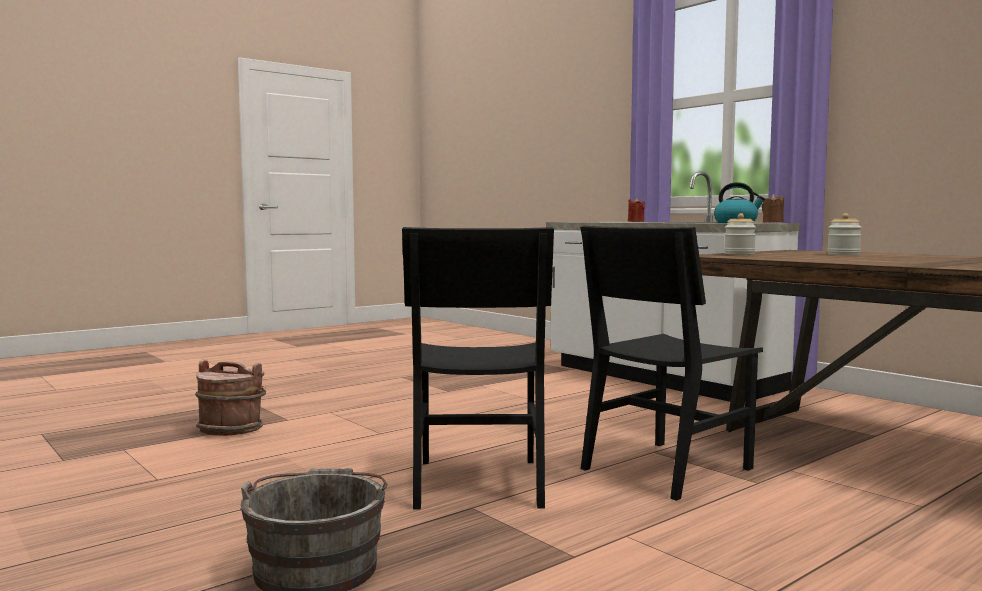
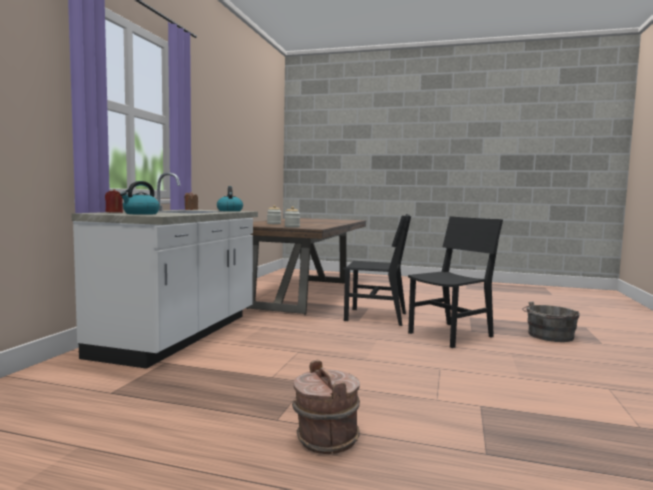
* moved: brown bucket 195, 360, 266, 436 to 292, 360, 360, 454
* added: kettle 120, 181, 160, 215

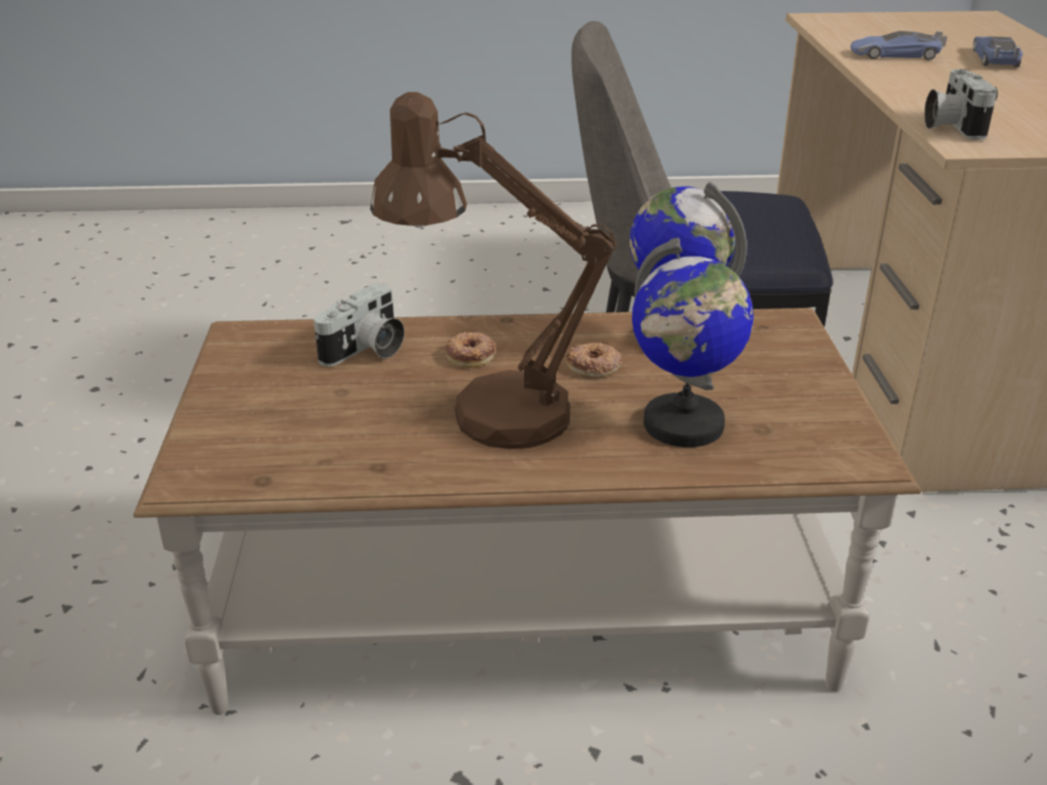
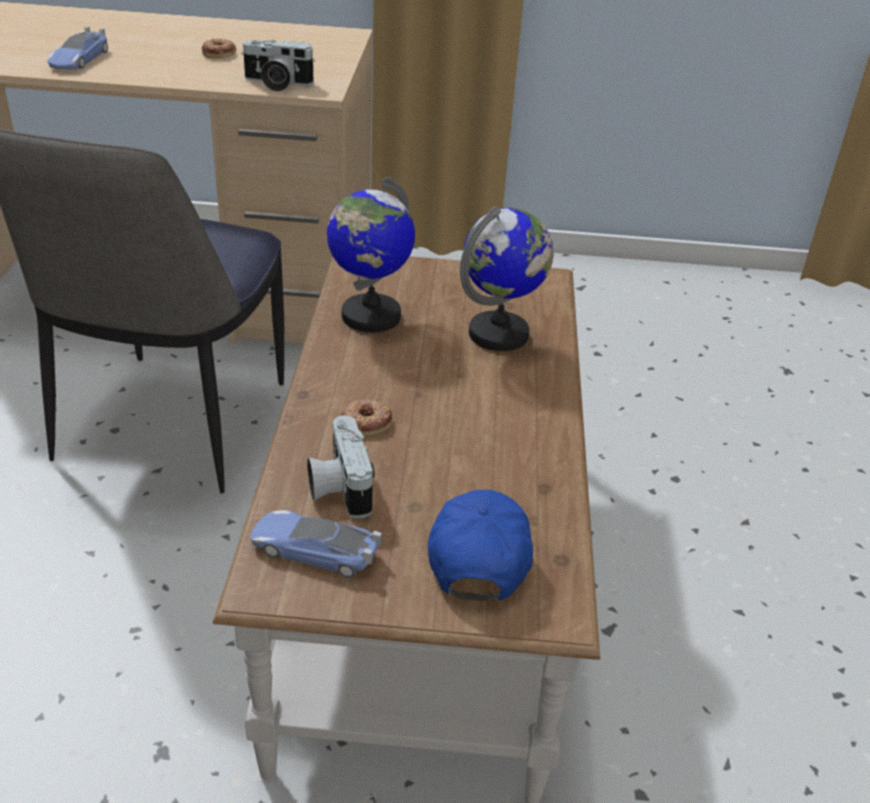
* turned: photo camera 314, 283, 404, 366 = 307, 415, 375, 518 150 degrees counterclockwise
* removed: brown table lamp 370, 92, 617, 449
* moved: donut 567, 342, 622, 377 to 202, 38, 236, 58
* moved: toy car 973, 36, 1023, 67 to 250, 510, 382, 578
* added: blue cap 428, 490, 533, 601

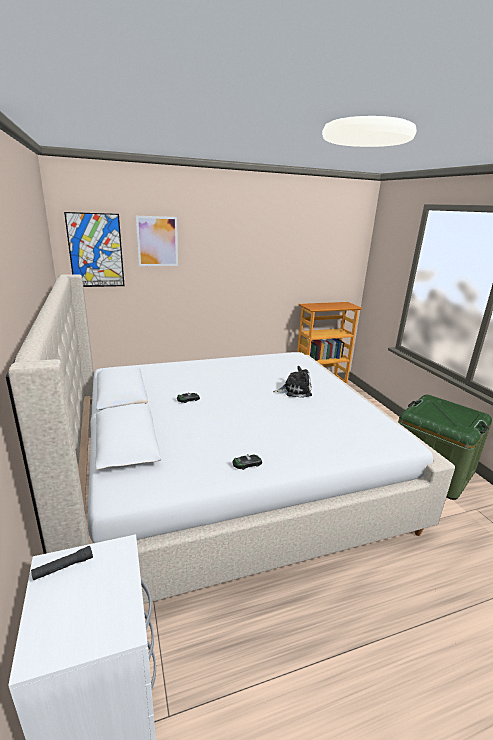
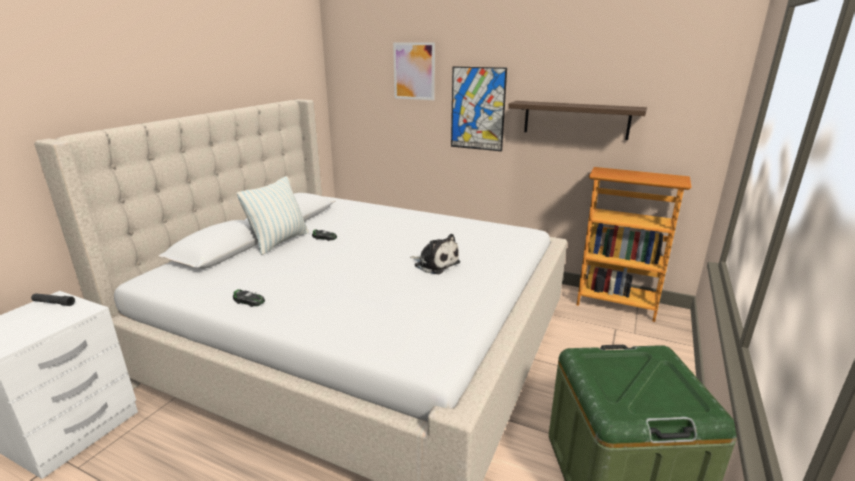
* moved: picture 64, 212, 125, 287 to 451, 66, 507, 151
* added: pillow 237, 176, 309, 255
* added: shelf 508, 101, 647, 140

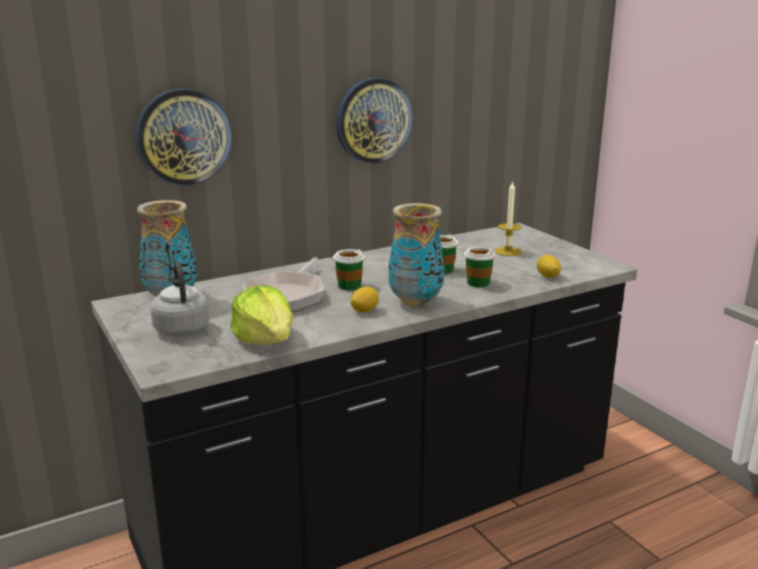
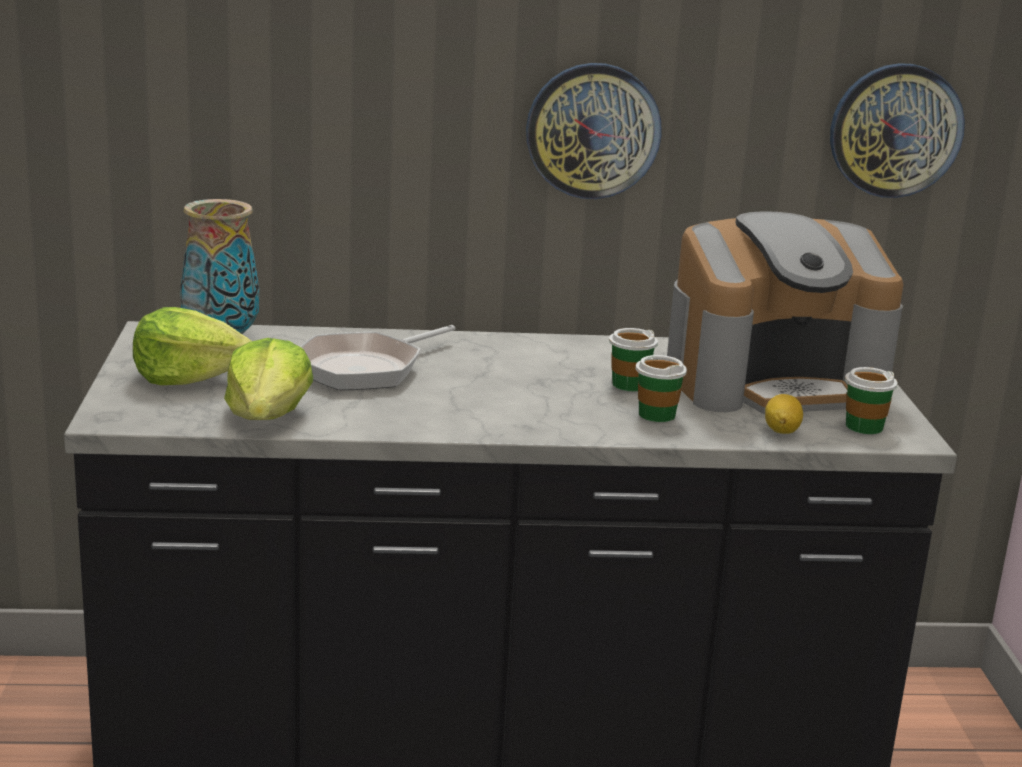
* moved: wall clock 135, 88, 232, 186 to 830, 63, 965, 198
* replaced: grey kettle 150, 262, 209, 336 to lettuce 133, 307, 252, 385
* moved: cup 333, 249, 365, 290 to 845, 367, 898, 434
* removed: lemon 350, 287, 379, 313
* removed: vase 389, 203, 444, 307
* replaced: candle 494, 181, 522, 256 to coffee machine 667, 211, 904, 414

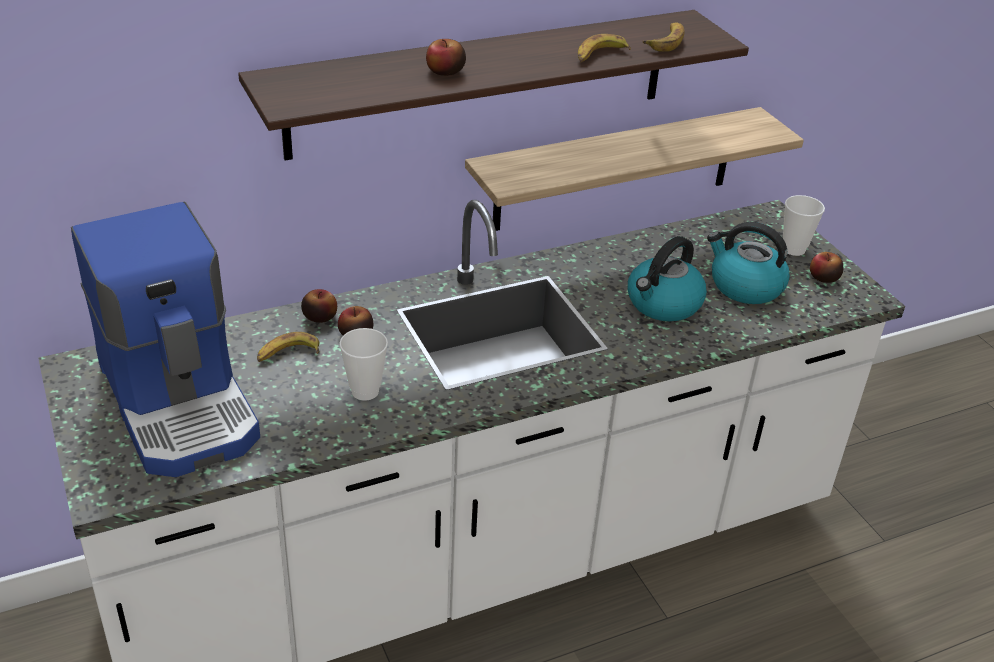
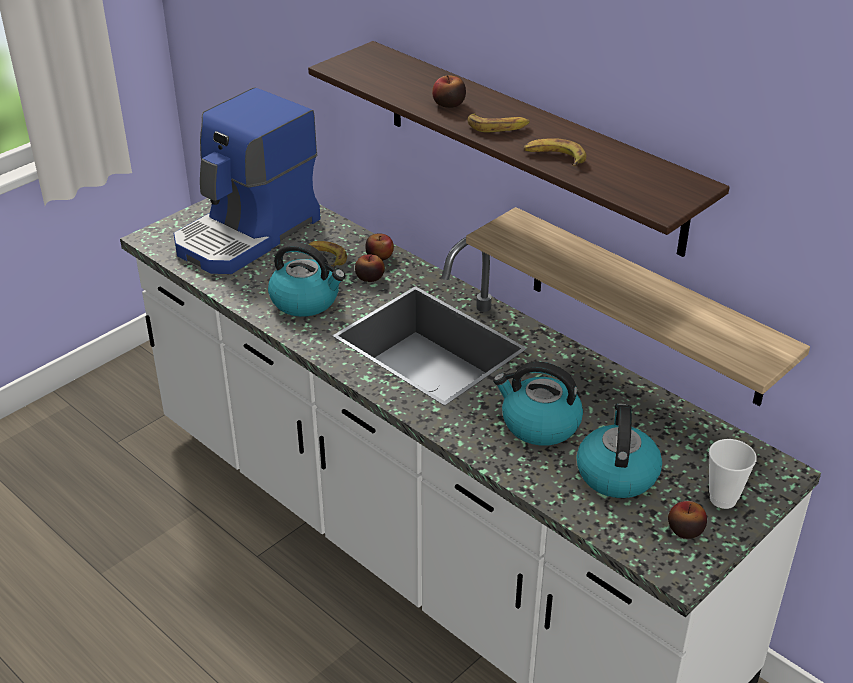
* replaced: cup 339, 328, 388, 401 to kettle 268, 242, 345, 317
* moved: banana 643, 23, 685, 52 to 467, 113, 530, 132

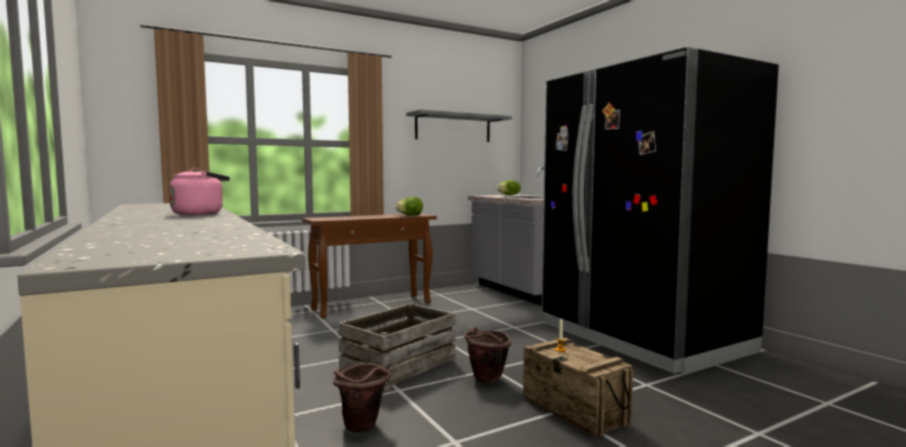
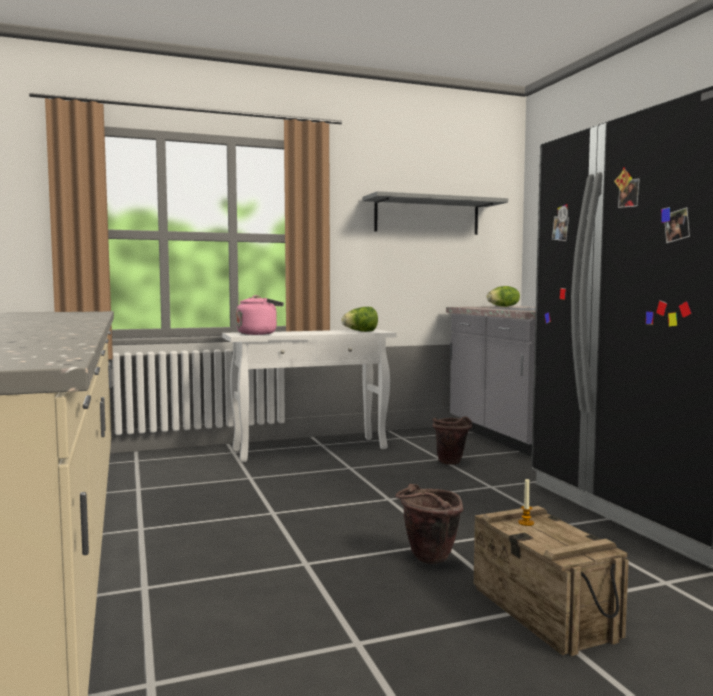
* moved: pink kettle 169, 168, 230, 215 to 236, 295, 284, 335
* recoloured: brown console table 302, 213, 437, 318 to white console table 222, 329, 396, 462
* moved: brown bucket 333, 363, 391, 433 to 432, 417, 472, 465
* removed: crate 338, 303, 456, 392

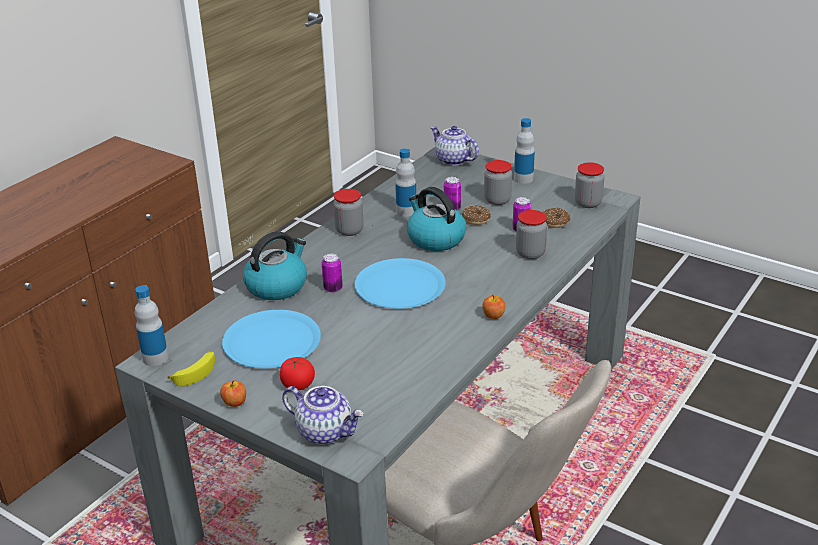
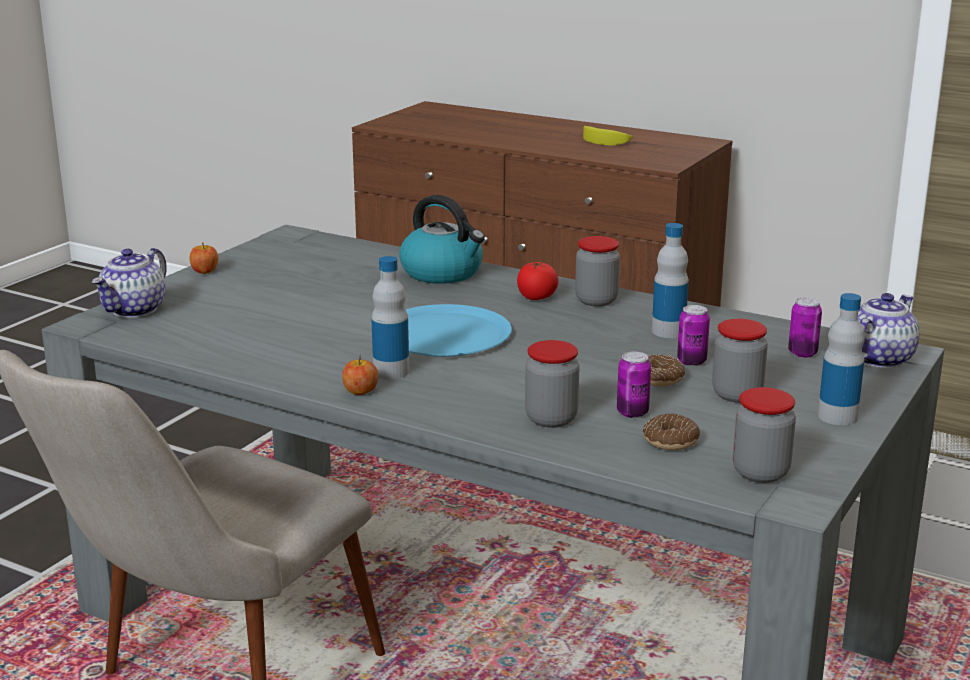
* moved: bottle 135, 285, 168, 366 to 371, 256, 409, 379
* moved: banana 167, 351, 215, 386 to 583, 126, 633, 145
* removed: blue plate 222, 310, 321, 368
* moved: tomato 280, 357, 315, 390 to 517, 261, 559, 300
* moved: can 321, 254, 343, 292 to 788, 297, 822, 358
* removed: kettle 407, 187, 466, 251

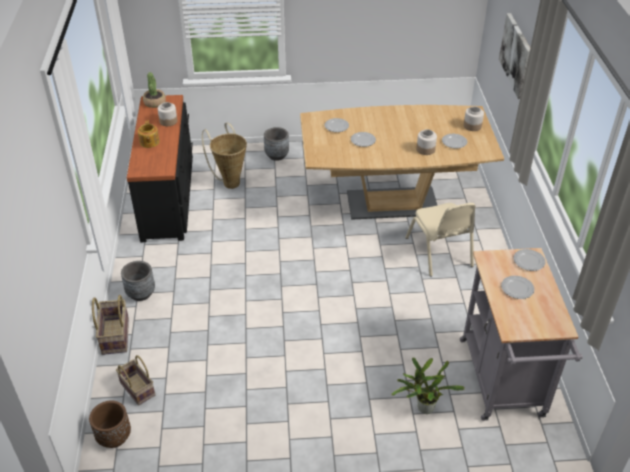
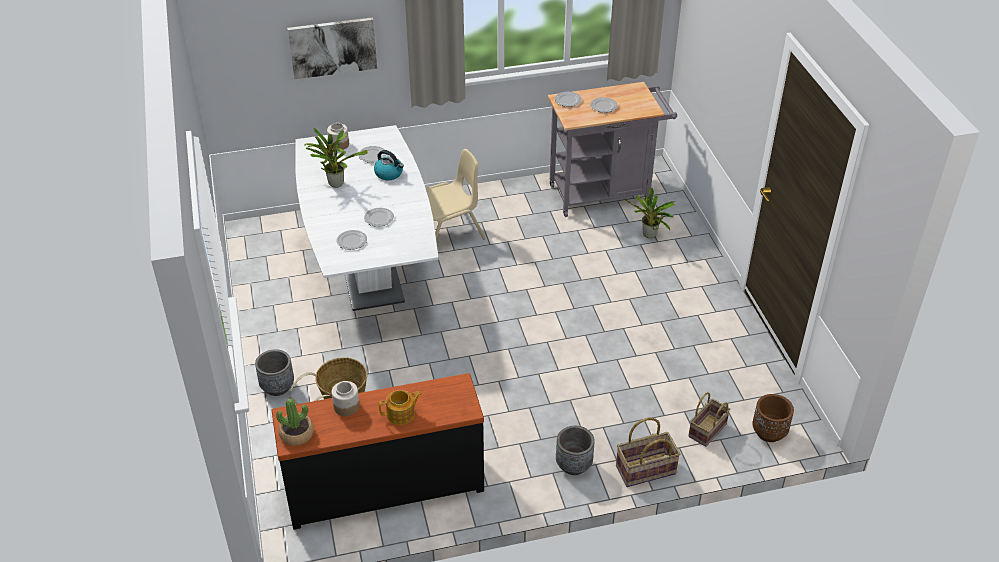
* recoloured: brown dining table 300, 105, 504, 220 to white dining table 295, 125, 439, 311
* replaced: jar 416, 129, 437, 155 to kettle 374, 150, 404, 180
* added: potted plant 304, 128, 368, 188

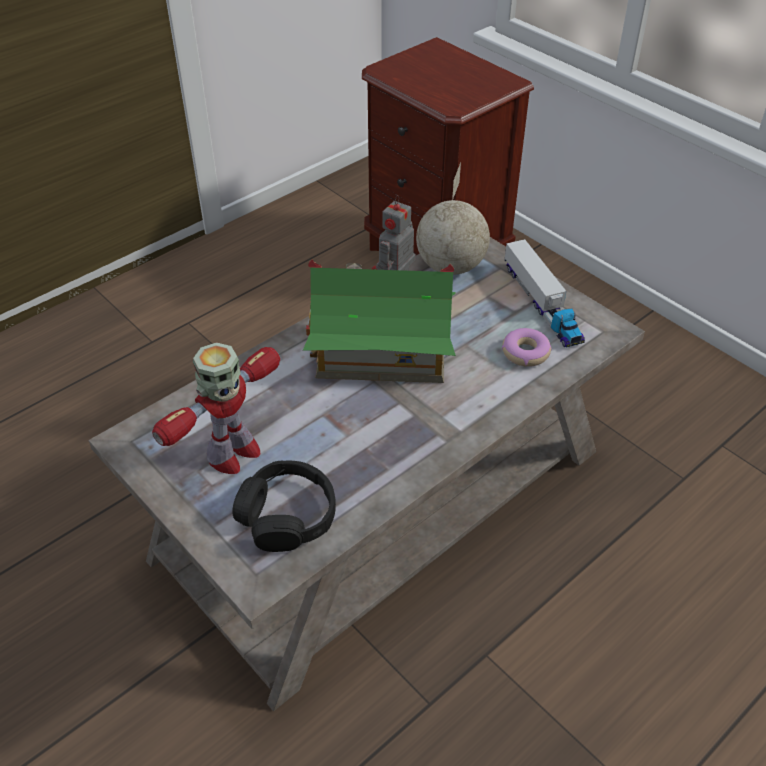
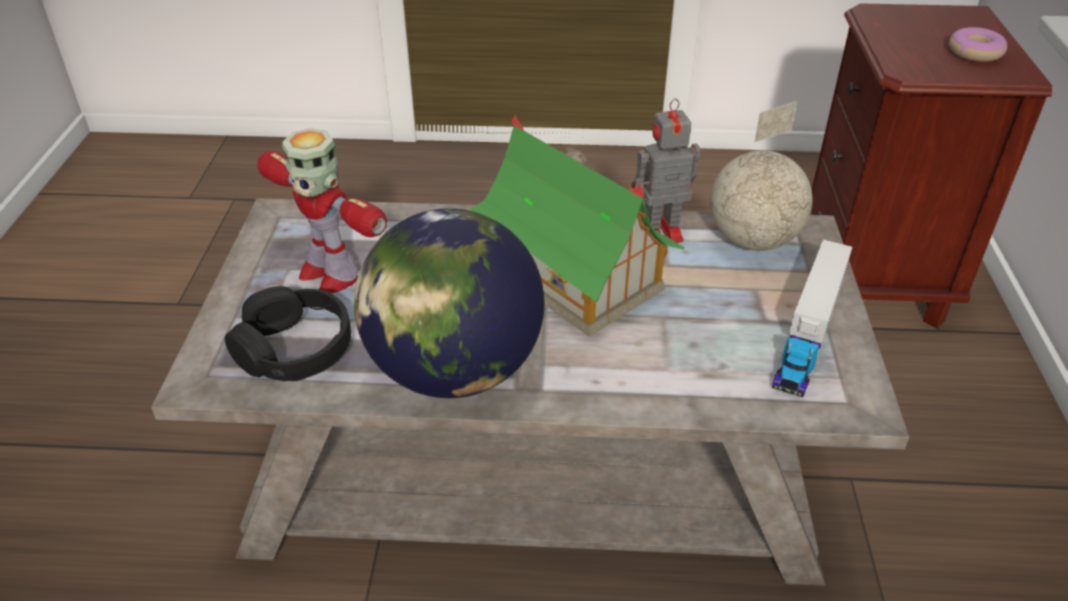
* turned: toy robot 152, 342, 280, 474 = 258, 128, 387, 293 45 degrees clockwise
* moved: donut 502, 328, 552, 367 to 949, 27, 1007, 62
* added: globe 354, 208, 544, 398

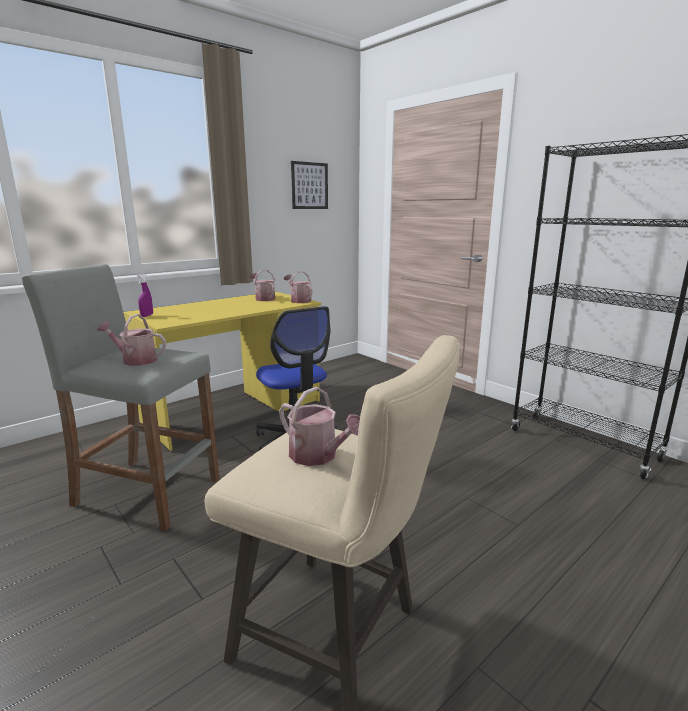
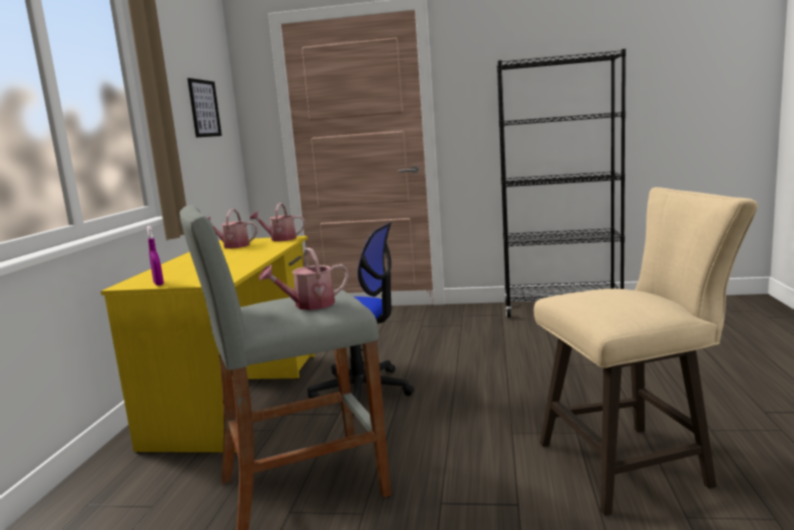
* removed: watering can 279, 387, 360, 466

